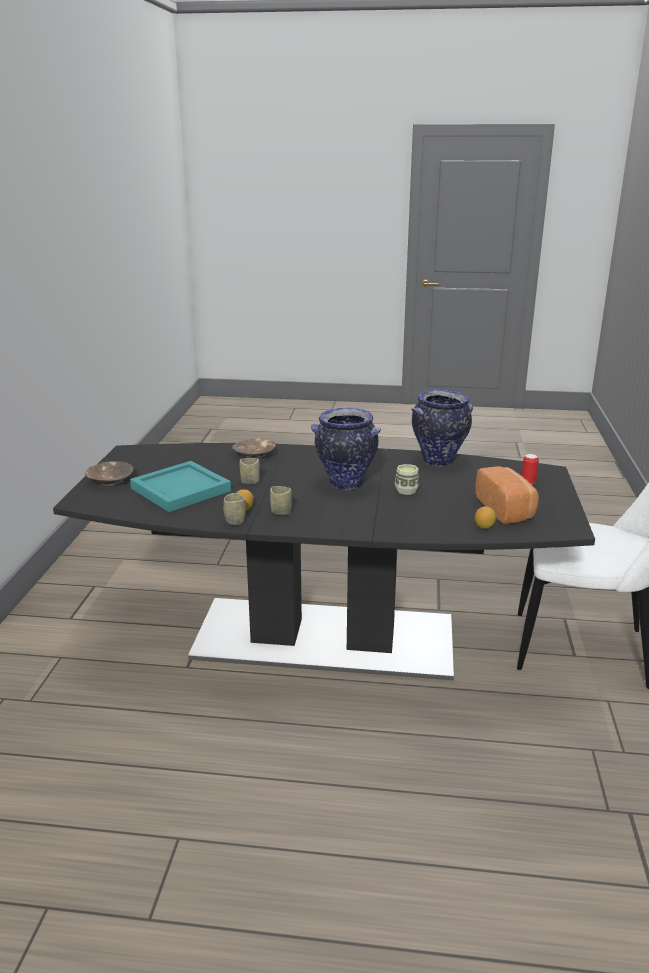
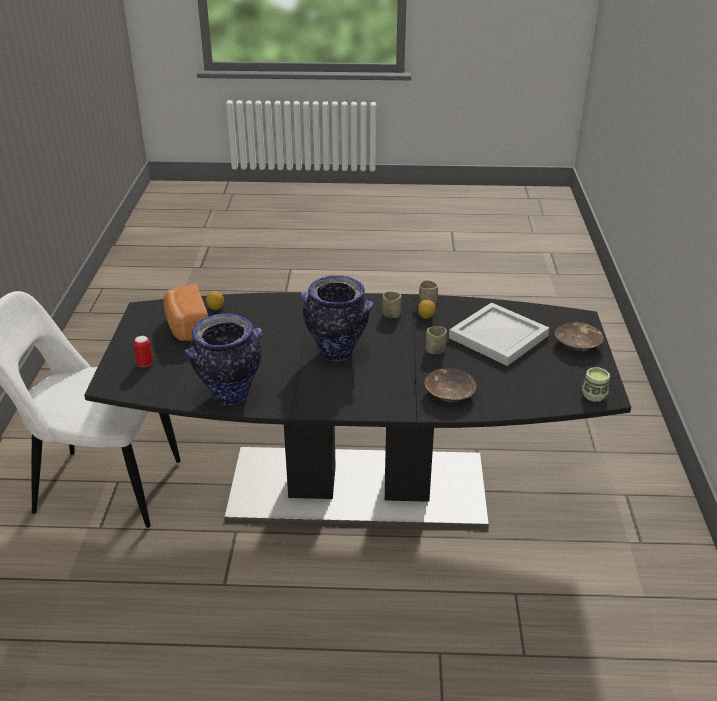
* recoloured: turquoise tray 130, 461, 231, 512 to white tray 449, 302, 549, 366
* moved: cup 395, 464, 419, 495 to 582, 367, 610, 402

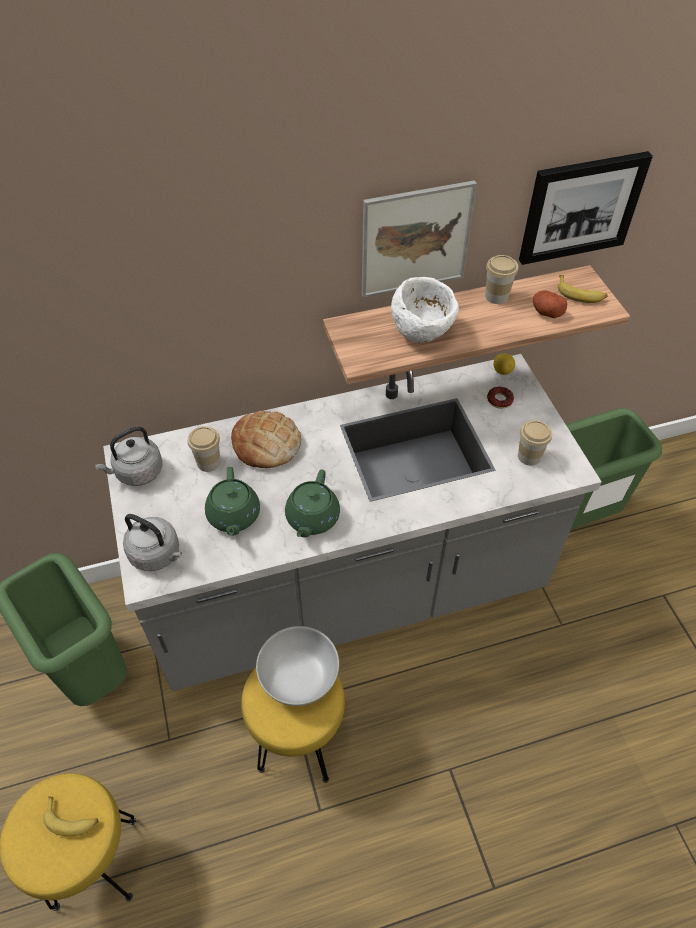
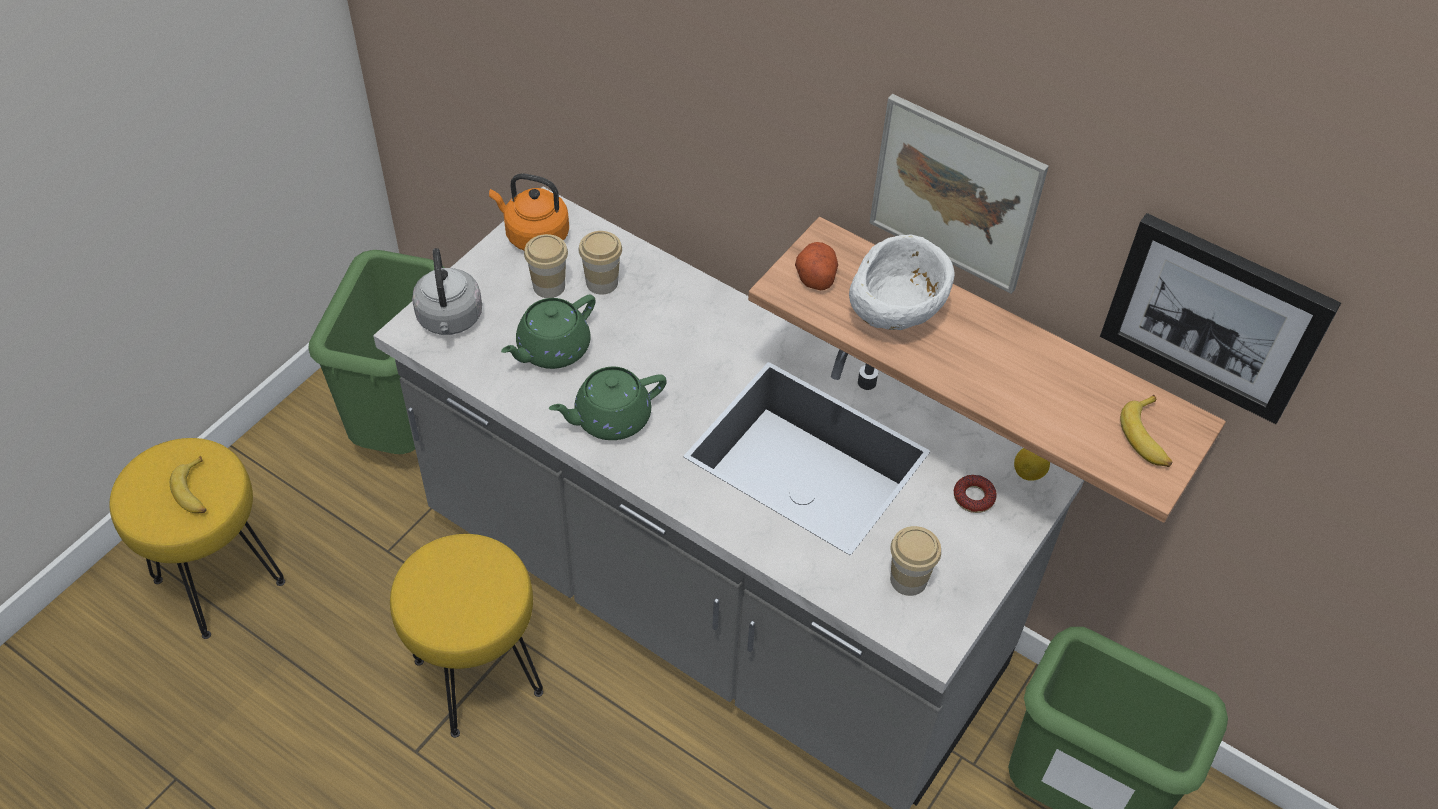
* recoloured: grey kettle 94, 427, 163, 486 to orange kettle 489, 173, 569, 250
* removed: bread 231, 411, 301, 468
* removed: white bowl 256, 626, 339, 706
* moved: cup 485, 255, 518, 304 to 524, 234, 568, 298
* moved: potato 533, 290, 567, 318 to 795, 242, 838, 291

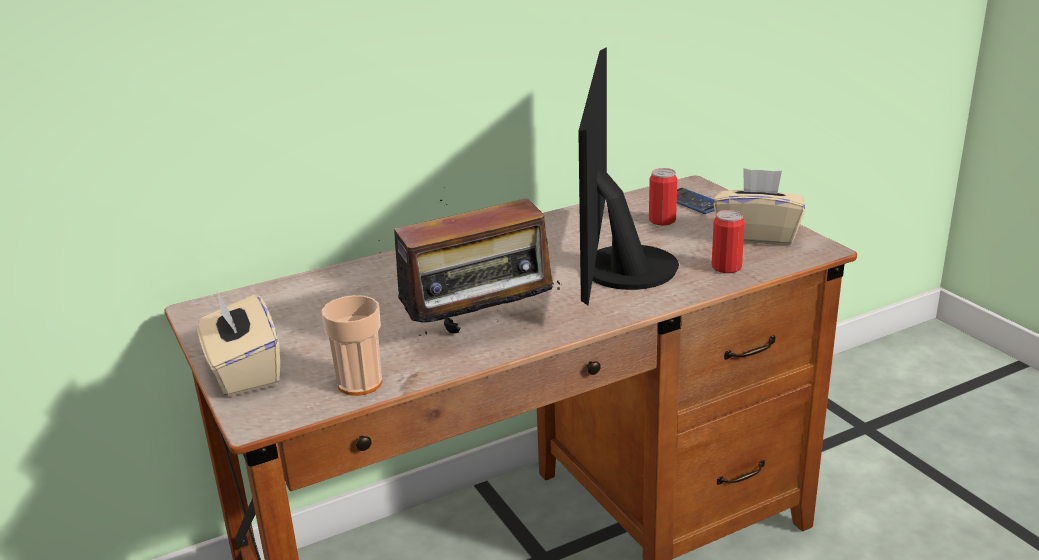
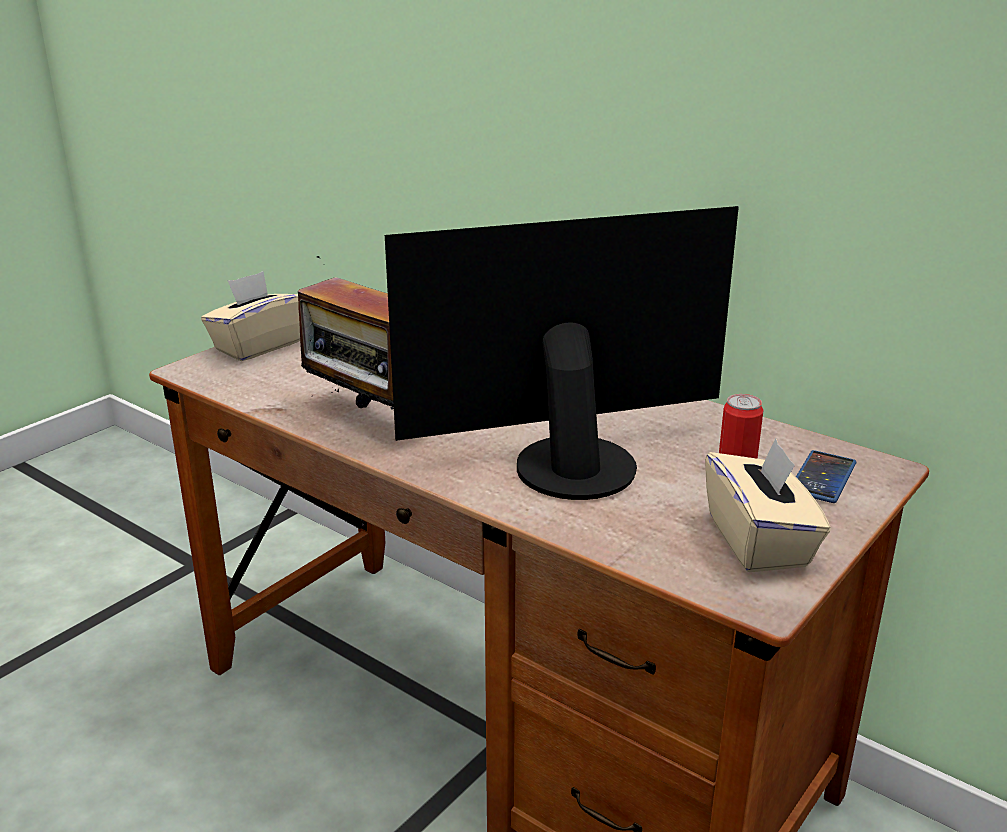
* removed: cup 322, 295, 382, 396
* removed: can 711, 210, 745, 273

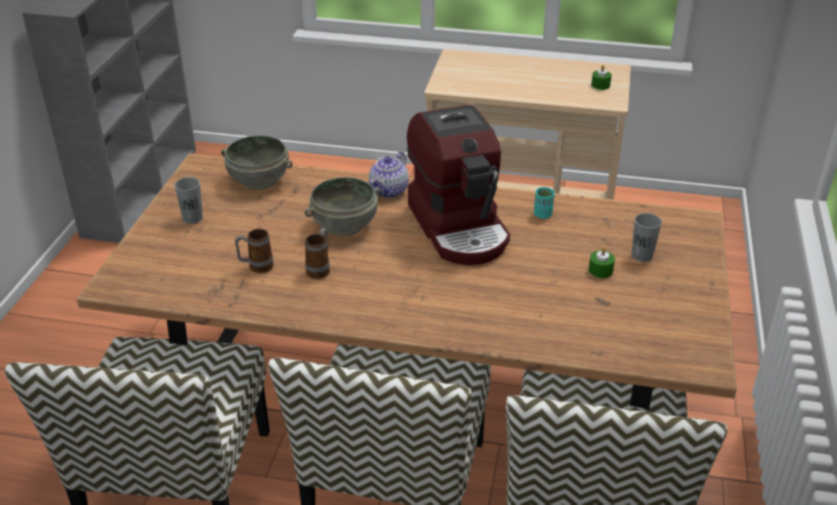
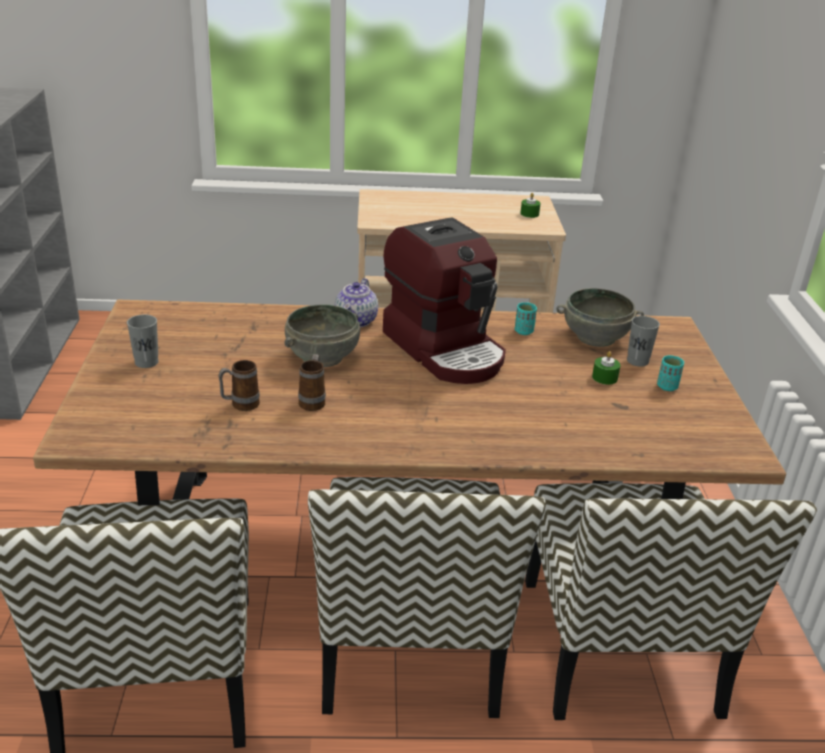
* moved: grey bowl 221, 135, 293, 190 to 556, 288, 644, 347
* added: turquoise cup 657, 355, 684, 391

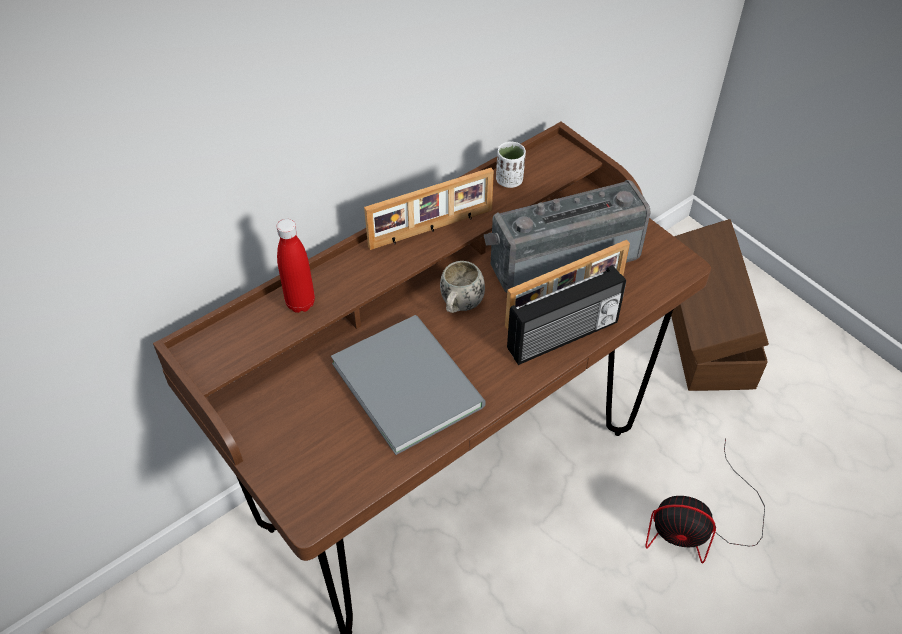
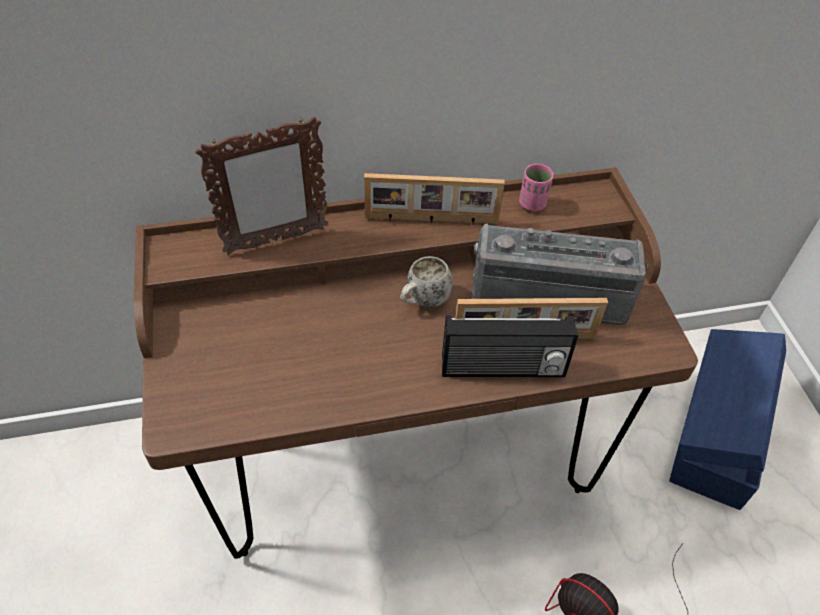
* replaced: red bottle 276, 219, 315, 313 to picture frame 195, 117, 328, 255
* removed: grey book 331, 315, 486, 455
* recoloured: white cup 496, 142, 526, 188 to pink cup 519, 164, 554, 211
* recoloured: brown storage box 671, 219, 769, 391 to blue storage box 669, 329, 786, 510

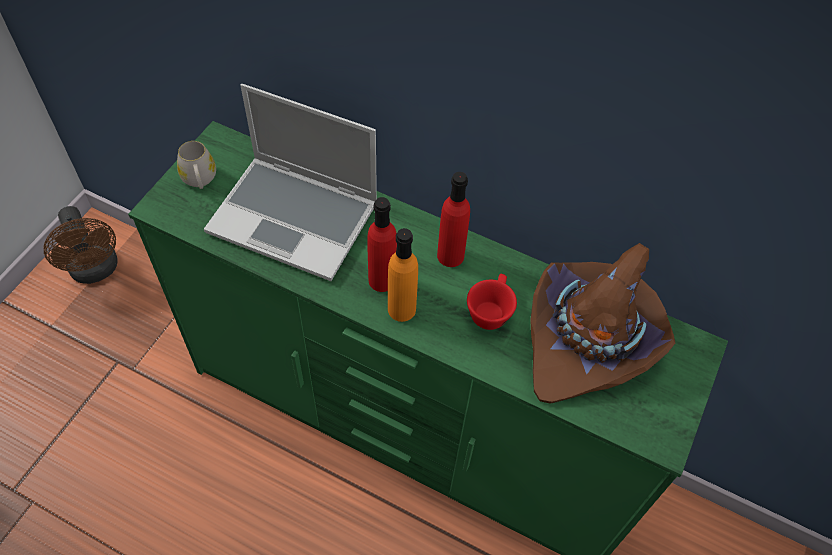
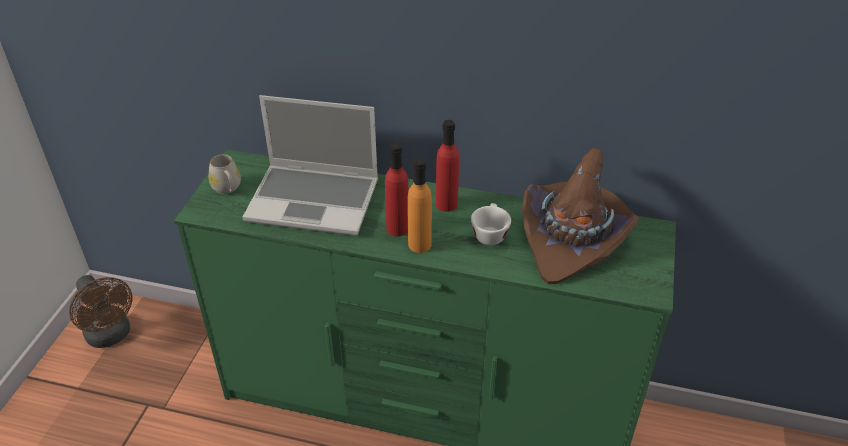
* recoloured: red cup 467, 274, 517, 330 to white cup 471, 203, 511, 245

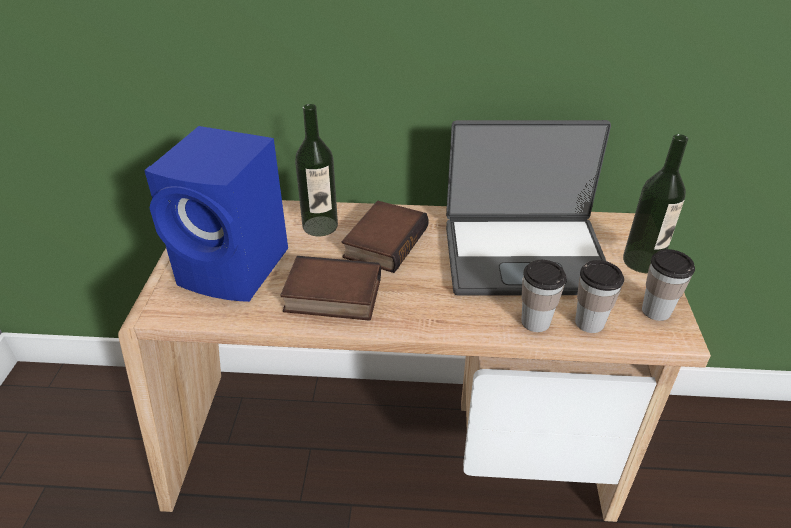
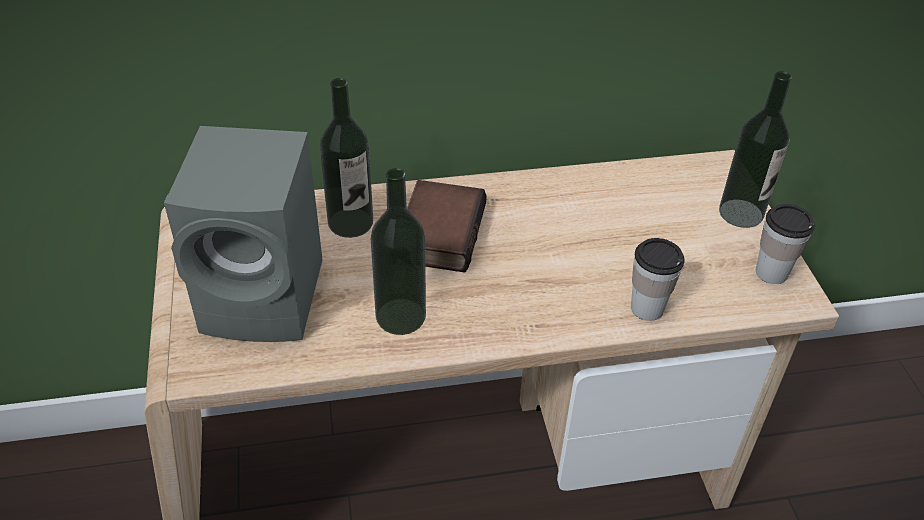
* recoloured: blue speaker 144, 126, 288, 302 to grey speaker 164, 126, 323, 342
* replaced: book 280, 256, 381, 321 to bottle 371, 168, 426, 335
* removed: laptop 446, 120, 611, 296
* removed: cup 575, 260, 624, 333

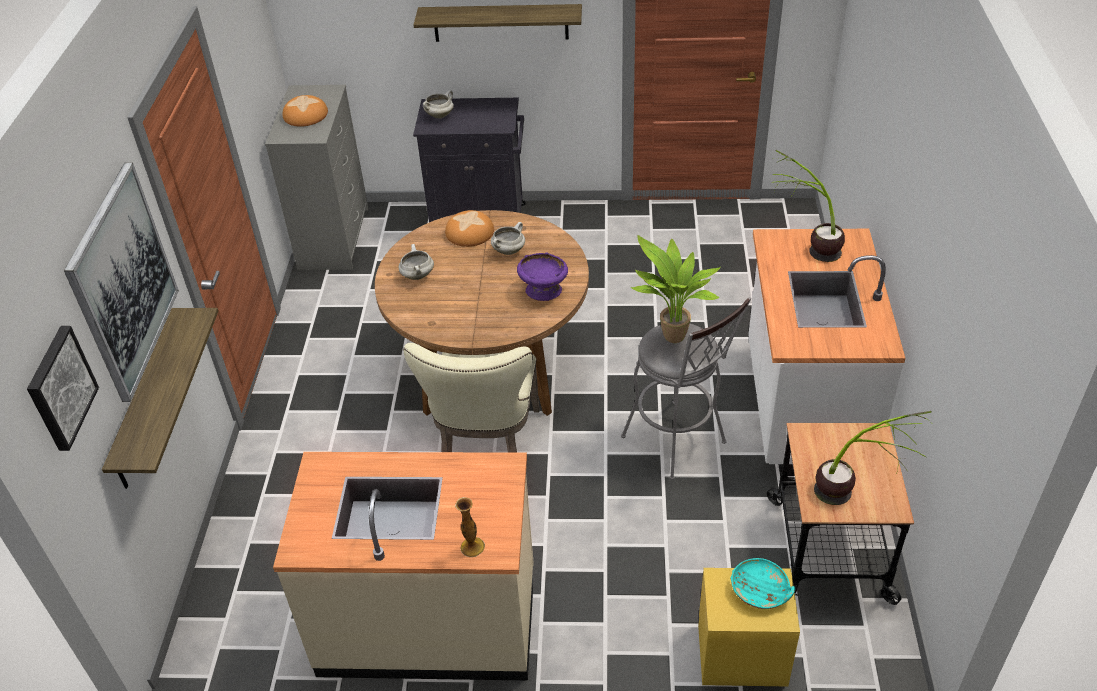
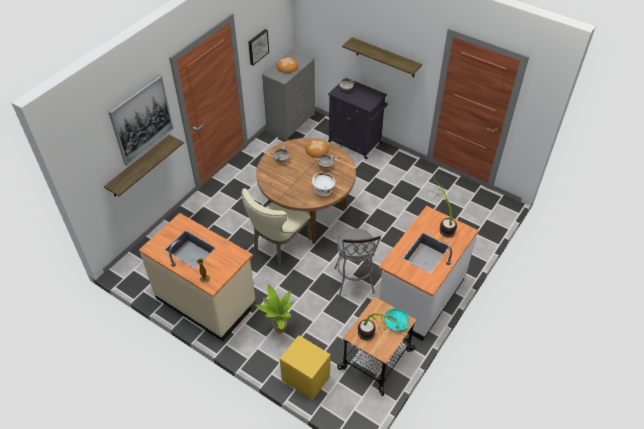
* moved: picture 27, 326, 99, 451 to 248, 29, 269, 65
* recoloured: purple bowl 517, 252, 568, 301 to white bowl 312, 172, 335, 196
* moved: potted plant 631, 235, 721, 343 to 255, 284, 294, 333
* moved: turquoise bowl 730, 558, 795, 609 to 384, 308, 409, 332

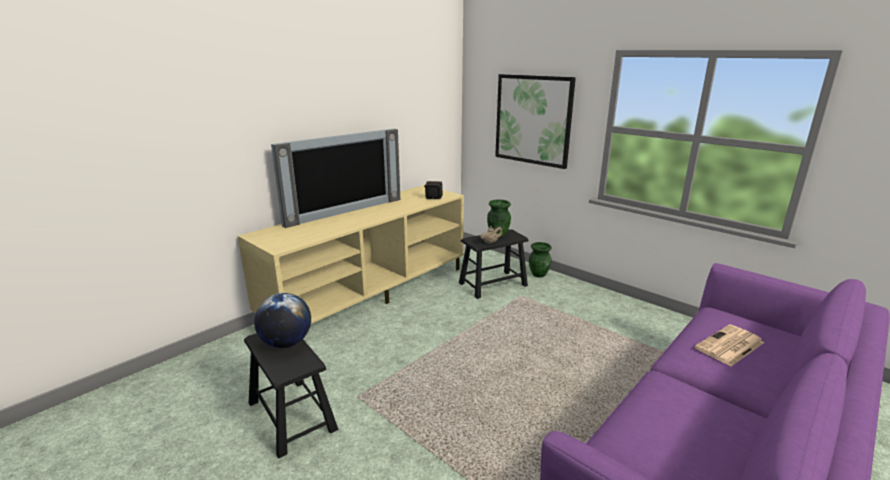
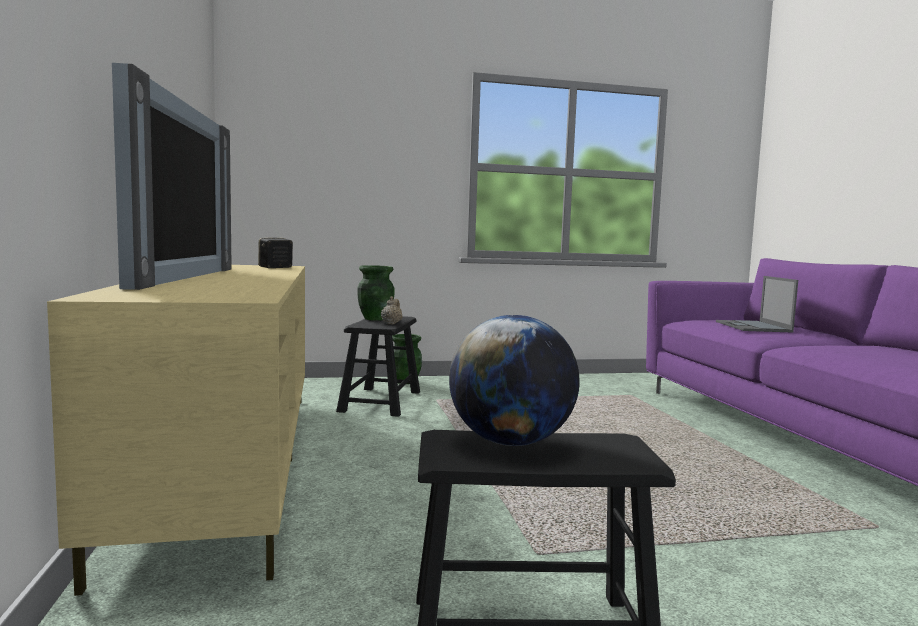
* removed: picture 495, 74, 576, 169
* replaced: newspaper 694, 325, 764, 366 to laptop 716, 276, 798, 333

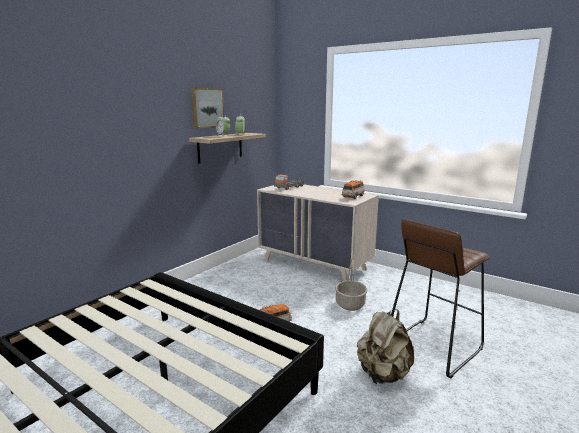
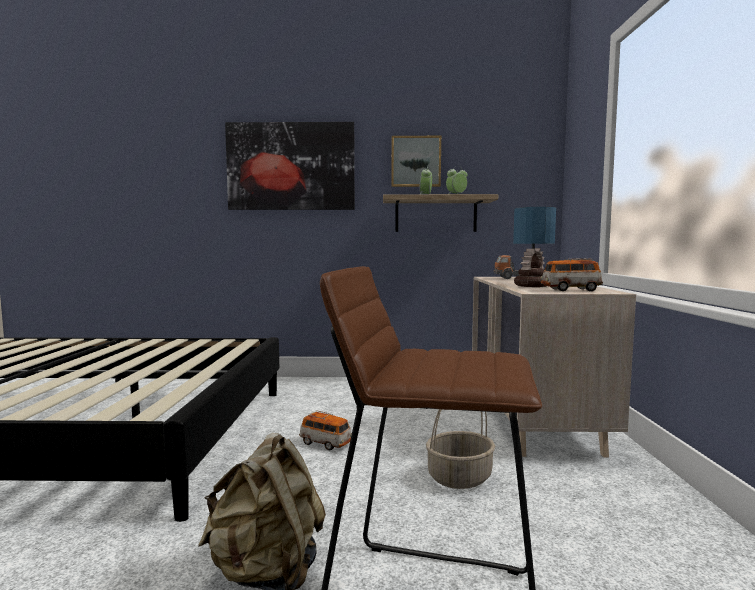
* added: picture 225, 122, 355, 210
* added: table lamp 513, 207, 556, 287

